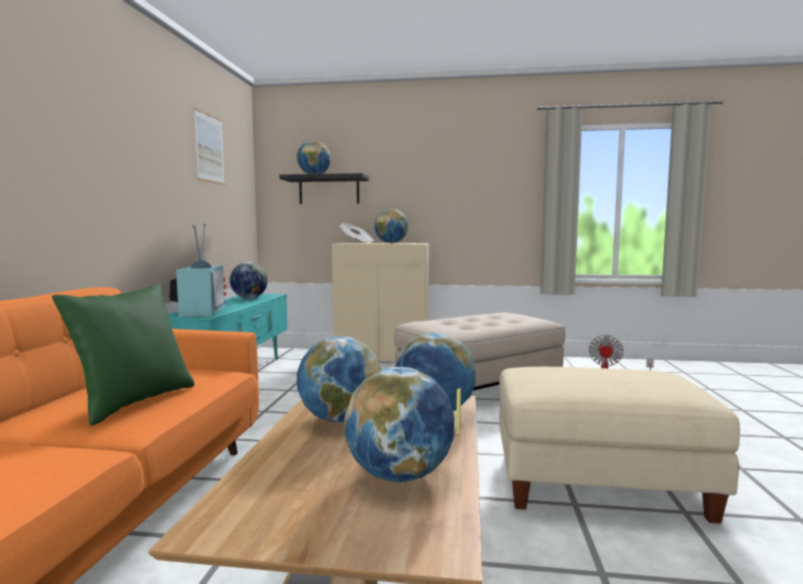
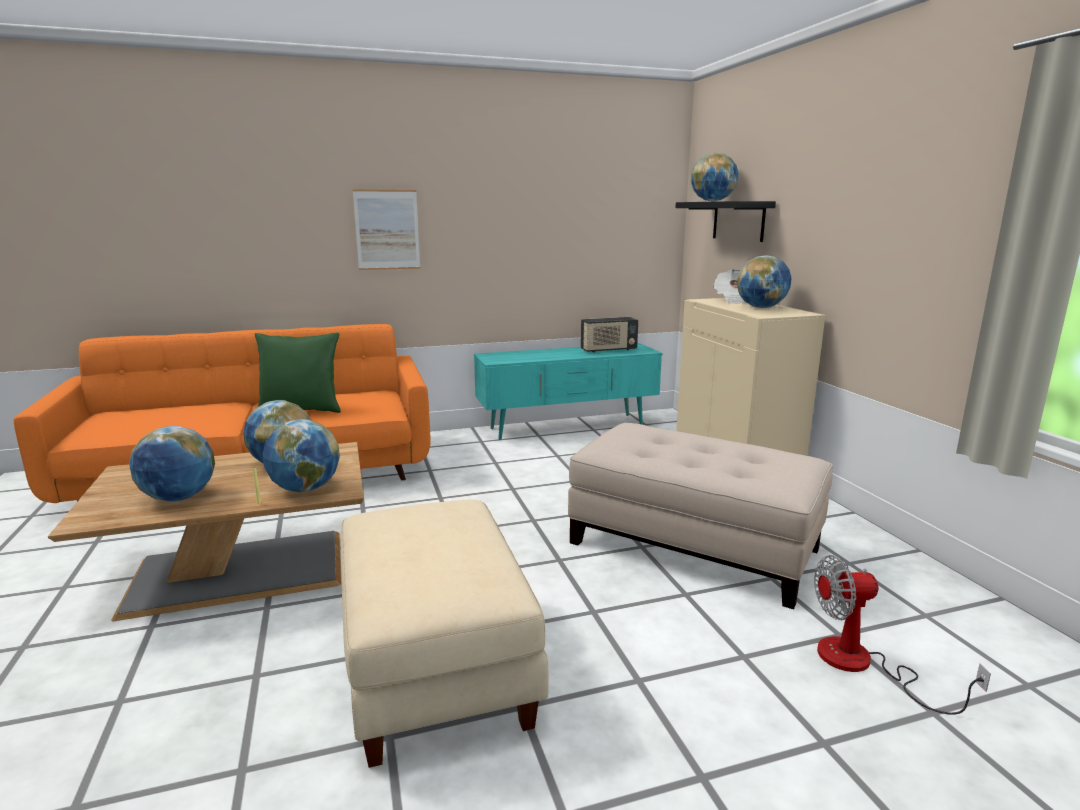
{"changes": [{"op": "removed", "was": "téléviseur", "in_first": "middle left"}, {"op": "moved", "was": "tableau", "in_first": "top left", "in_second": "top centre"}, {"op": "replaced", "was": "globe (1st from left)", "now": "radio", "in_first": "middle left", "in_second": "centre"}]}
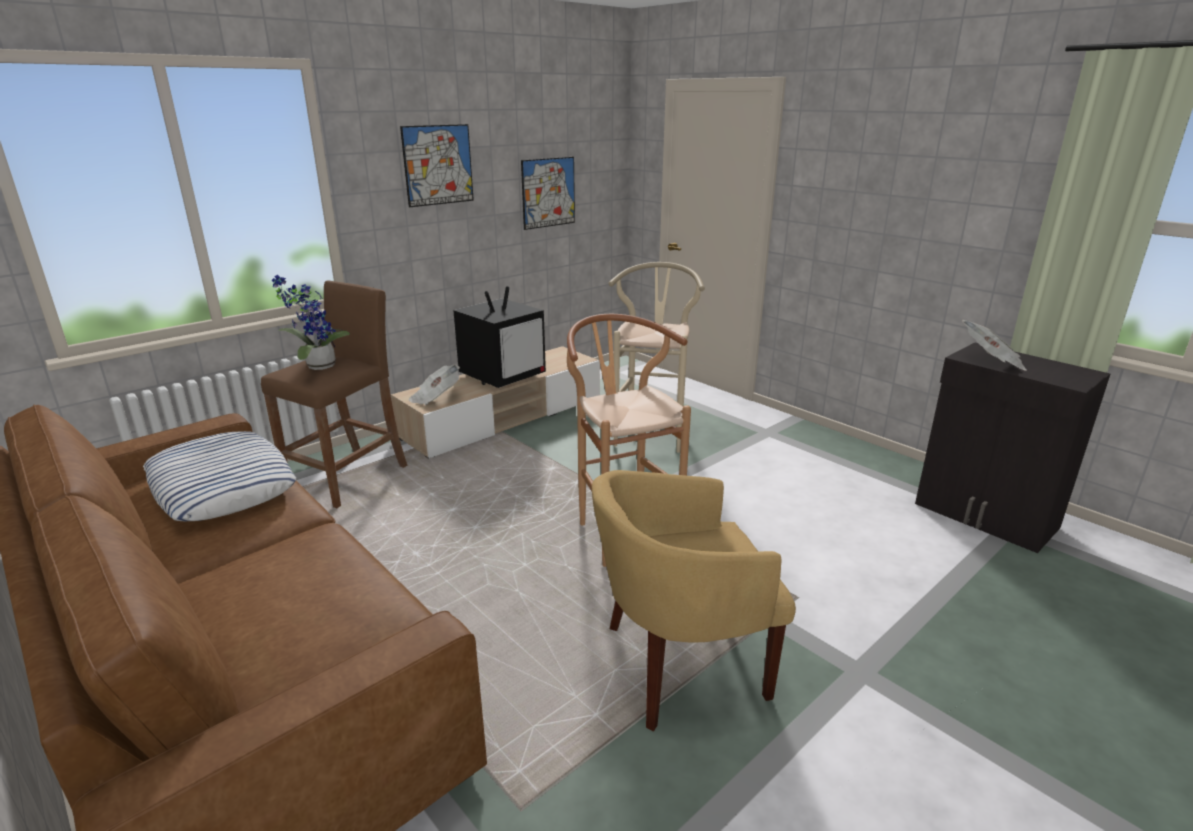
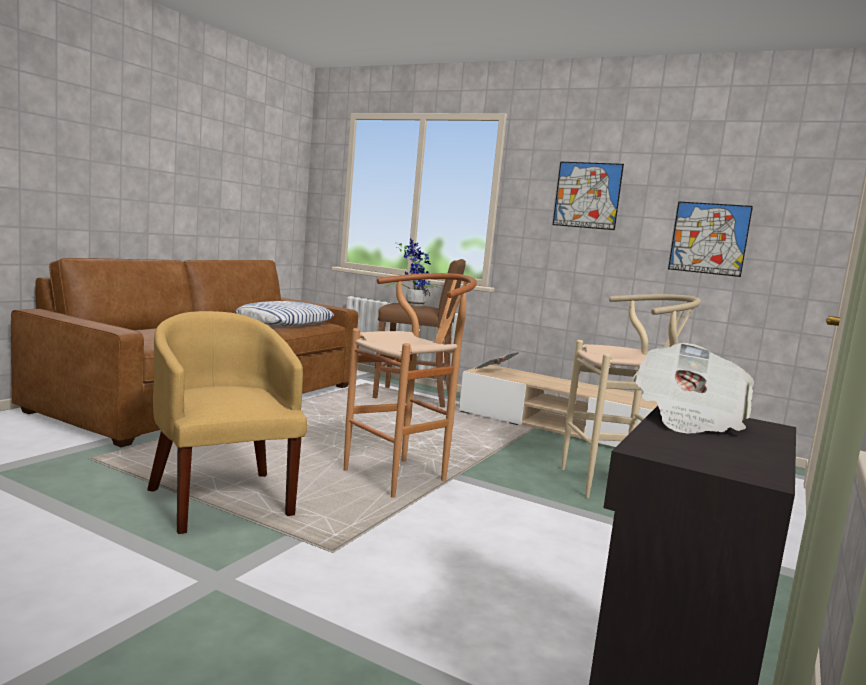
{"changes": [{"op": "removed", "was": "téléviseur", "in_first": "centre"}]}
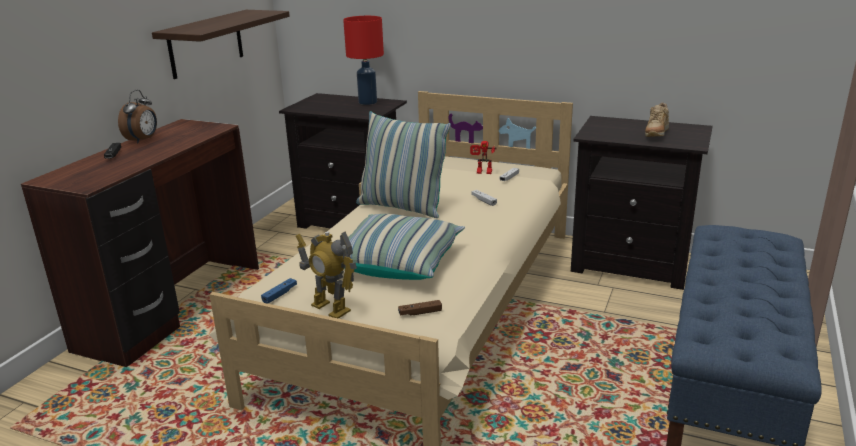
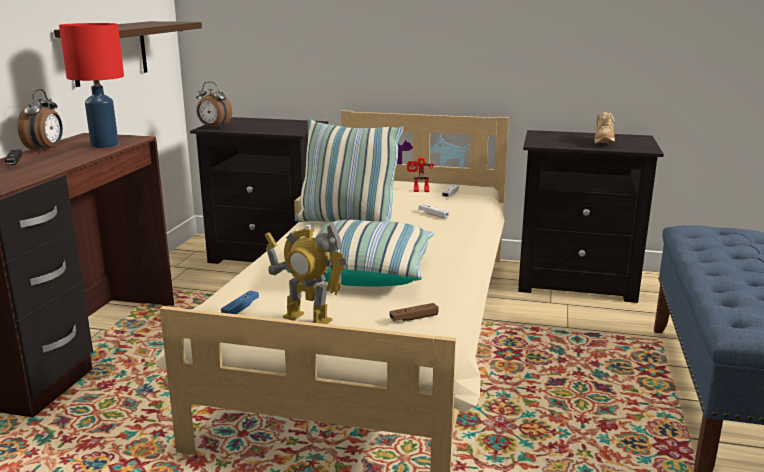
{"changes": [{"op": "moved", "was": "lampe de table (rouge)", "in_first": "top centre", "in_second": "top left"}, {"op": "added", "now": "réveil (2nd from left)", "in_second": "top left"}]}
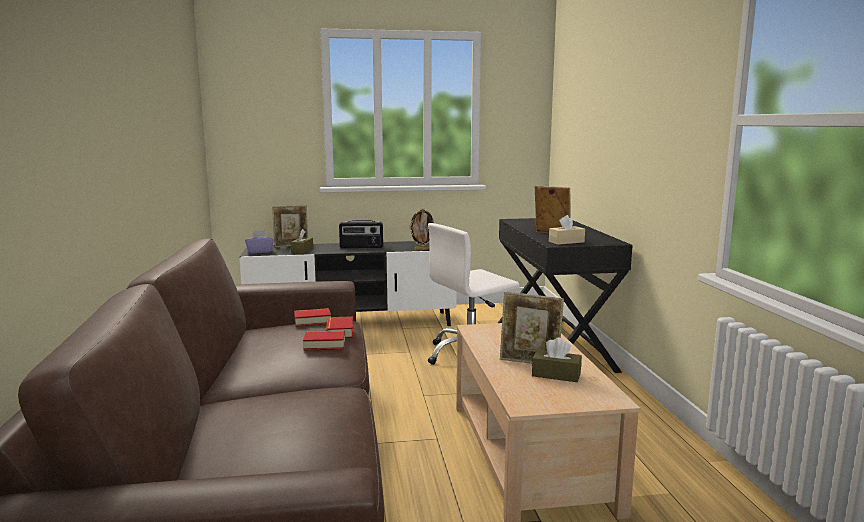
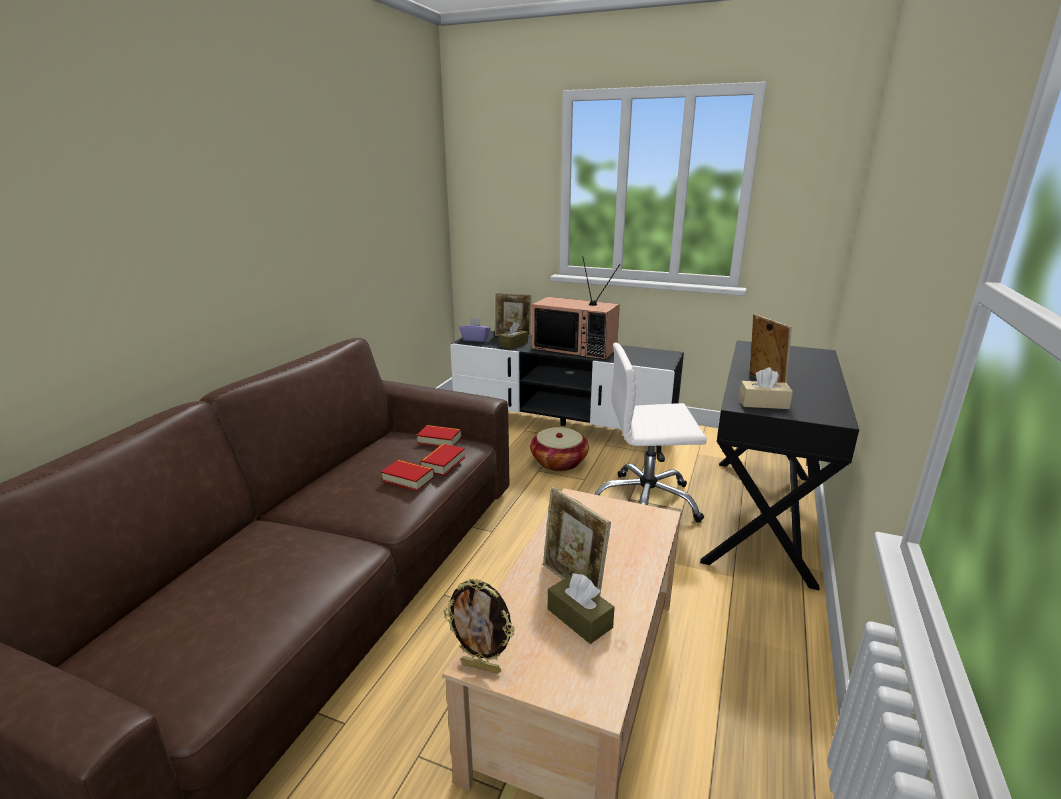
{"changes": [{"op": "replaced", "was": "radio", "now": "téléviseur", "in_first": "centre", "in_second": "centre"}, {"op": "moved", "was": "cadre photo (2nd from left in the first image)", "now": "cadre photo (1st from left)", "in_first": "centre", "in_second": "bottom centre"}, {"op": "added", "now": "panier", "in_second": "centre"}]}
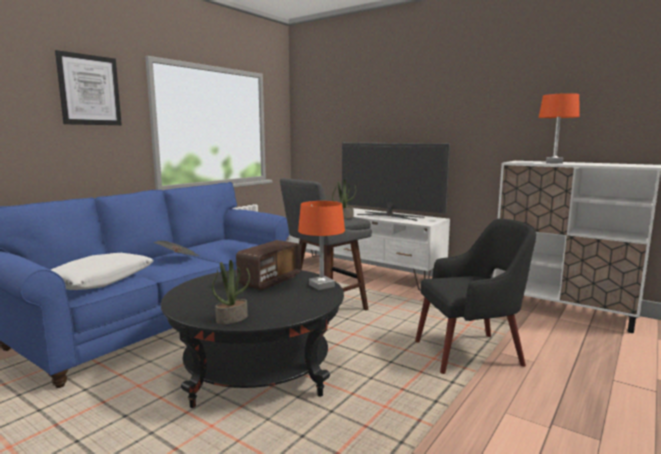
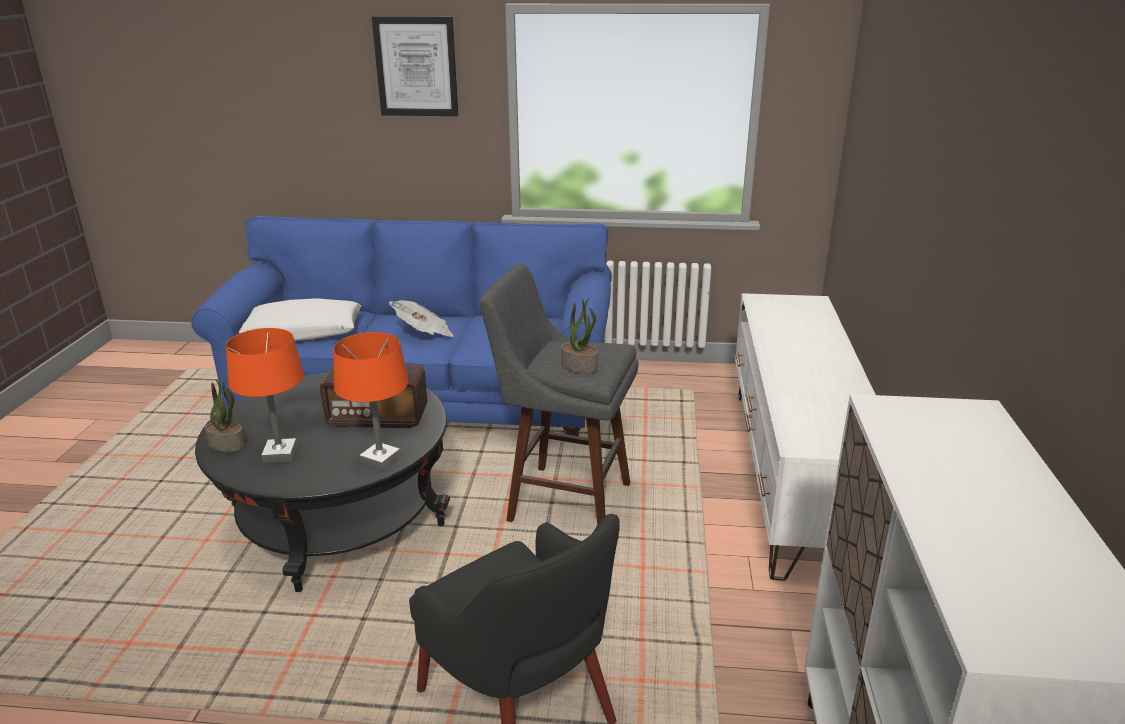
{"changes": [{"op": "removed", "was": "téléviseur", "in_first": "centre"}, {"op": "moved", "was": "lampe de table (orange) (2nd from left in the first image)", "now": "lampe de table (orange) (1st from left)", "in_first": "top right", "in_second": "middle left"}]}
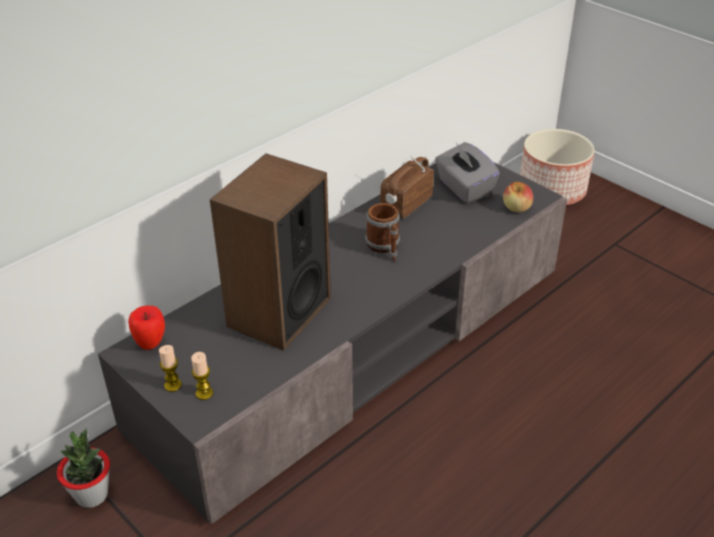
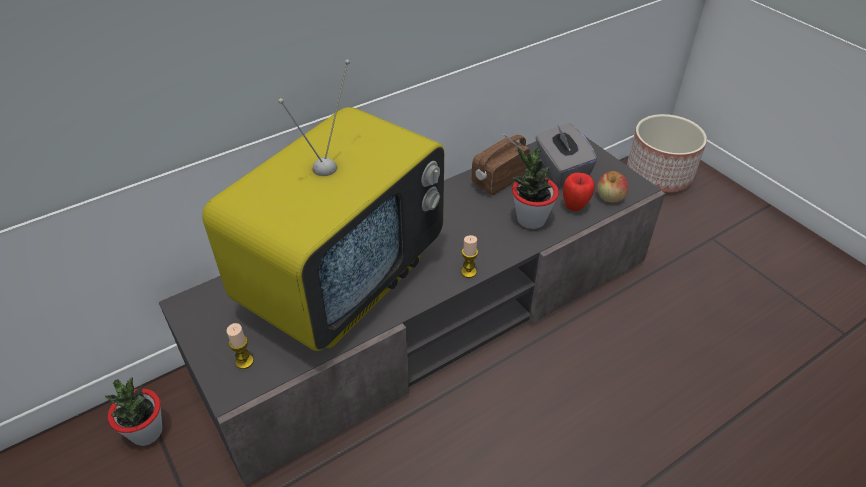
{"changes": [{"op": "moved", "was": "pomme (1st from left)", "in_first": "middle left", "in_second": "middle right"}, {"op": "moved", "was": "bougie (1st from left in the first image)", "now": "bougie (2nd from left)", "in_first": "bottom left", "in_second": "centre"}, {"op": "replaced", "was": "enceinte", "now": "téléviseur", "in_first": "centre", "in_second": "centre"}, {"op": "removed", "was": "mug", "in_first": "centre"}, {"op": "added", "now": "plante en pot (2nd from left)", "in_second": "centre"}]}
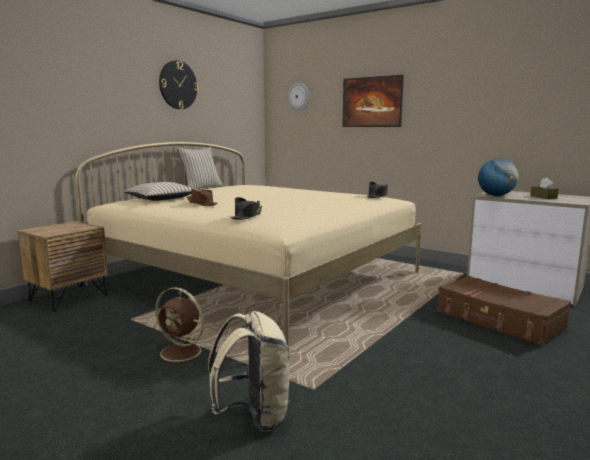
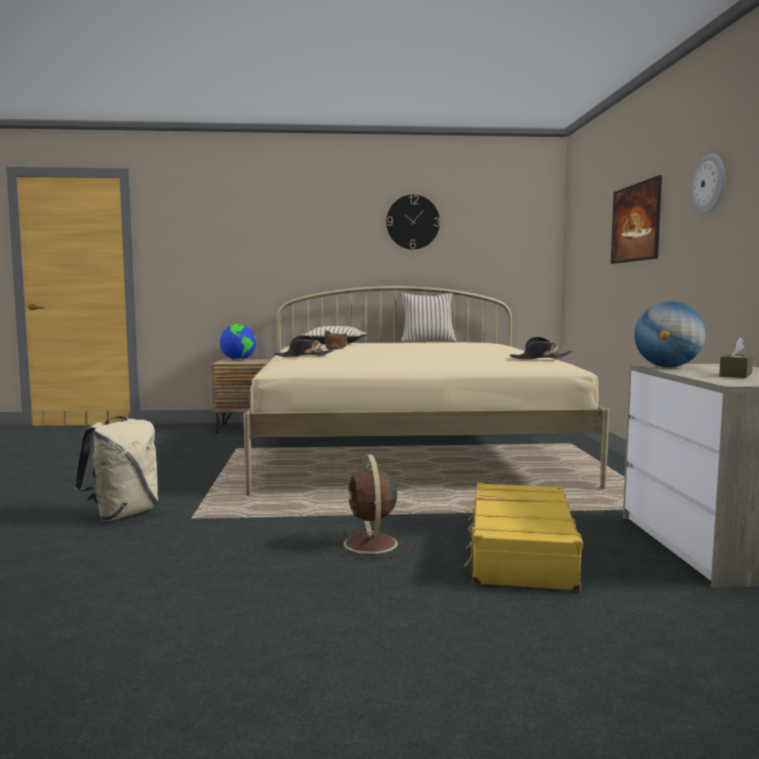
{"changes": [{"op": "moved", "was": "ventilateur (marron)", "in_first": "bottom left", "in_second": "bottom centre"}, {"op": "moved", "was": "horloge murale (2nd from left)", "in_first": "top centre", "in_second": "top right"}, {"op": "recoloured", "was": "valise (marron)", "now": "valise (jaune)", "in_first": "bottom right", "in_second": "bottom right"}, {"op": "added", "now": "globe (1st from left)", "in_second": "middle left"}]}
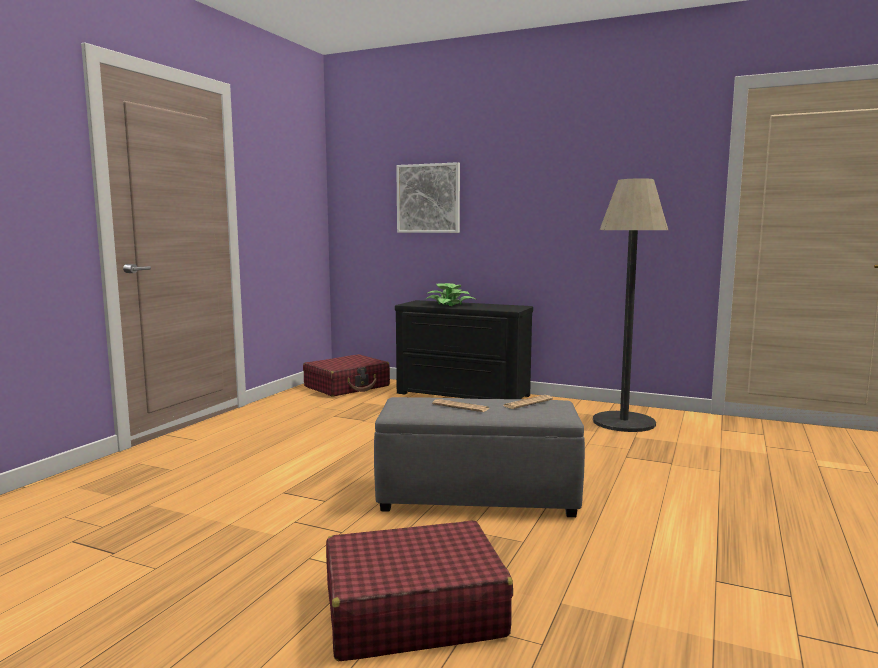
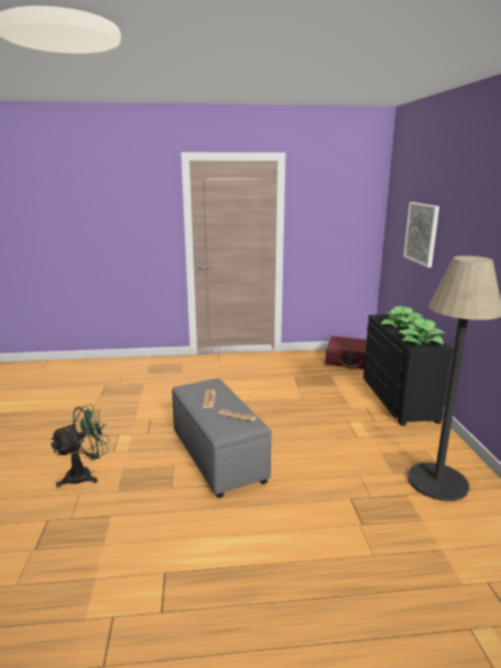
{"changes": [{"op": "replaced", "was": "valise (rouge) (2nd from left)", "now": "ventilateur (vert)", "in_first": "bottom centre", "in_second": "bottom left"}, {"op": "added", "now": "plante en pot (2nd from left)", "in_second": "middle right"}]}
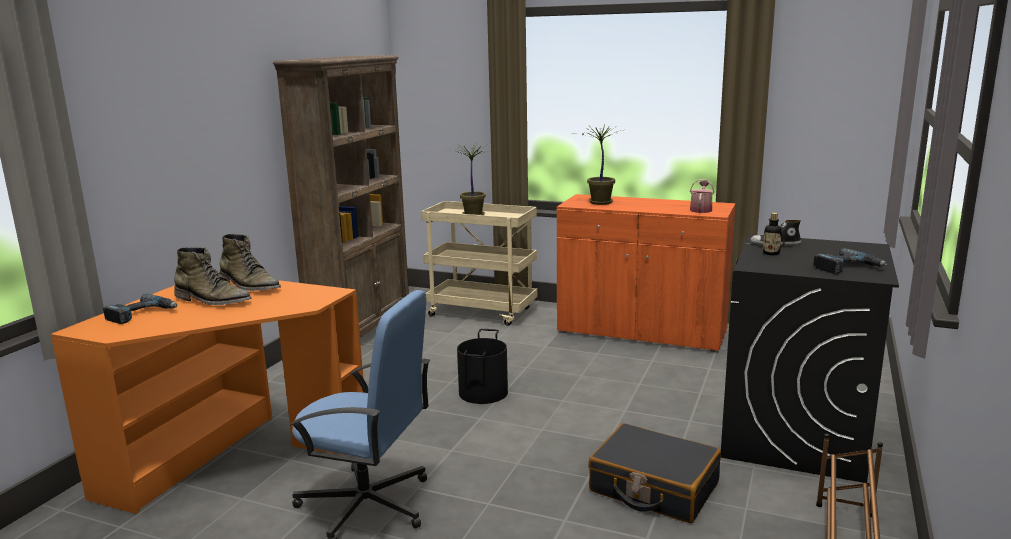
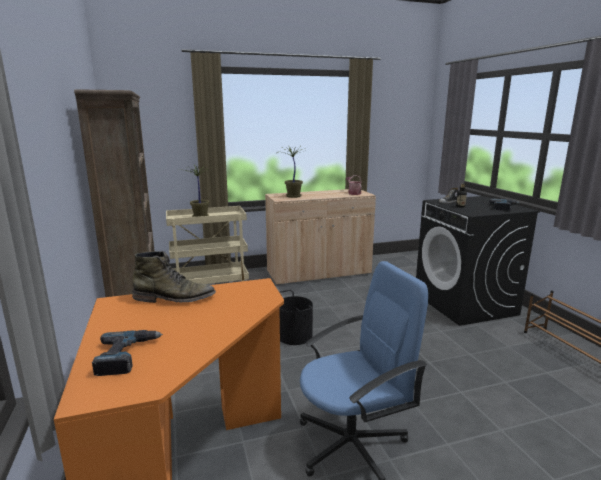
{"changes": [{"op": "removed", "was": "botte (vert) (1st from left)", "in_first": "middle left"}, {"op": "recoloured", "was": "meuble de rangement (orange)", "now": "meuble de rangement (beige)", "in_first": "centre", "in_second": "centre"}, {"op": "removed", "was": "valise (noir)", "in_first": "bottom centre"}]}
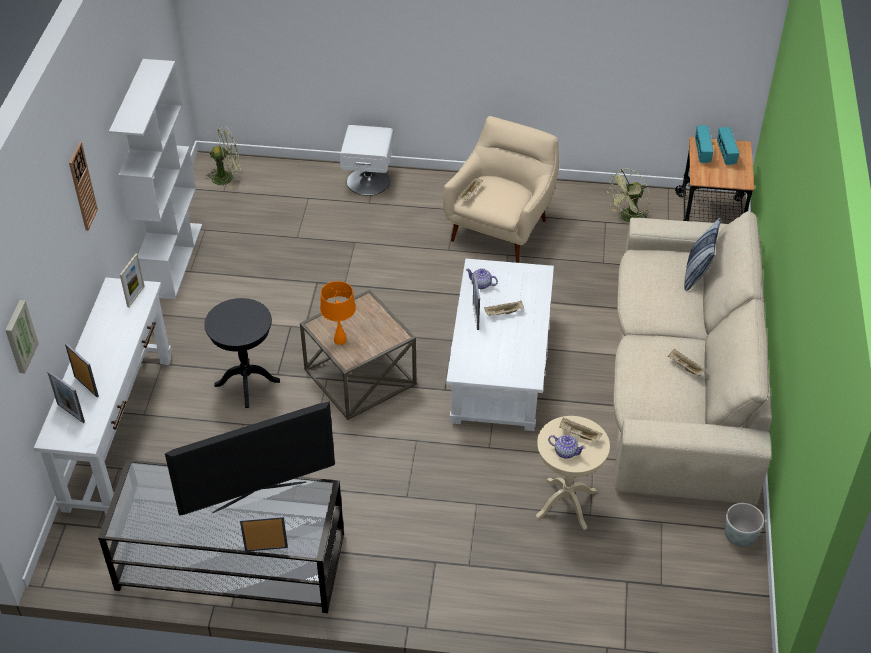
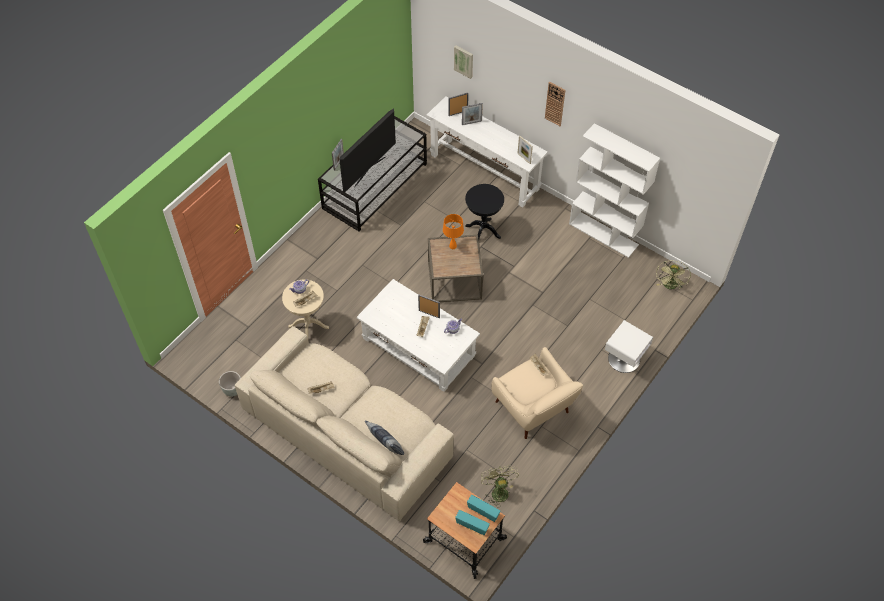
{"changes": [{"op": "turned", "was": "téléviseur", "in_first": "bottom left", "in_second": "top centre", "clockwise": -150}]}
